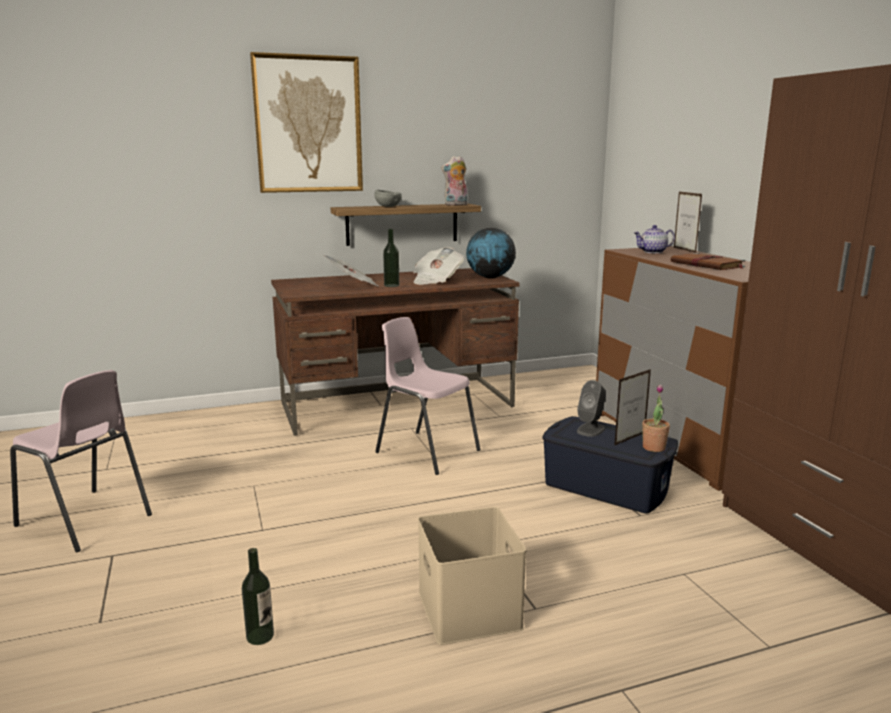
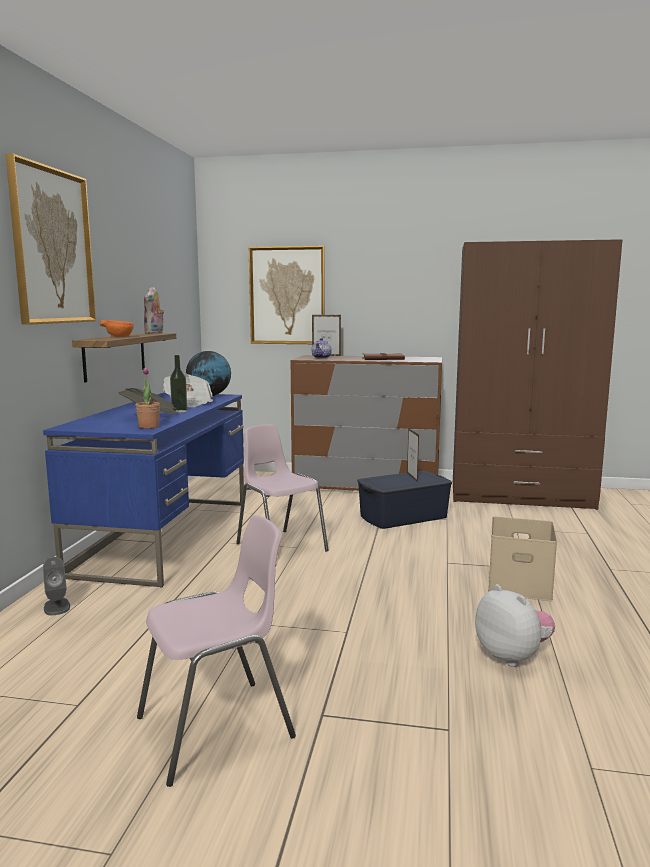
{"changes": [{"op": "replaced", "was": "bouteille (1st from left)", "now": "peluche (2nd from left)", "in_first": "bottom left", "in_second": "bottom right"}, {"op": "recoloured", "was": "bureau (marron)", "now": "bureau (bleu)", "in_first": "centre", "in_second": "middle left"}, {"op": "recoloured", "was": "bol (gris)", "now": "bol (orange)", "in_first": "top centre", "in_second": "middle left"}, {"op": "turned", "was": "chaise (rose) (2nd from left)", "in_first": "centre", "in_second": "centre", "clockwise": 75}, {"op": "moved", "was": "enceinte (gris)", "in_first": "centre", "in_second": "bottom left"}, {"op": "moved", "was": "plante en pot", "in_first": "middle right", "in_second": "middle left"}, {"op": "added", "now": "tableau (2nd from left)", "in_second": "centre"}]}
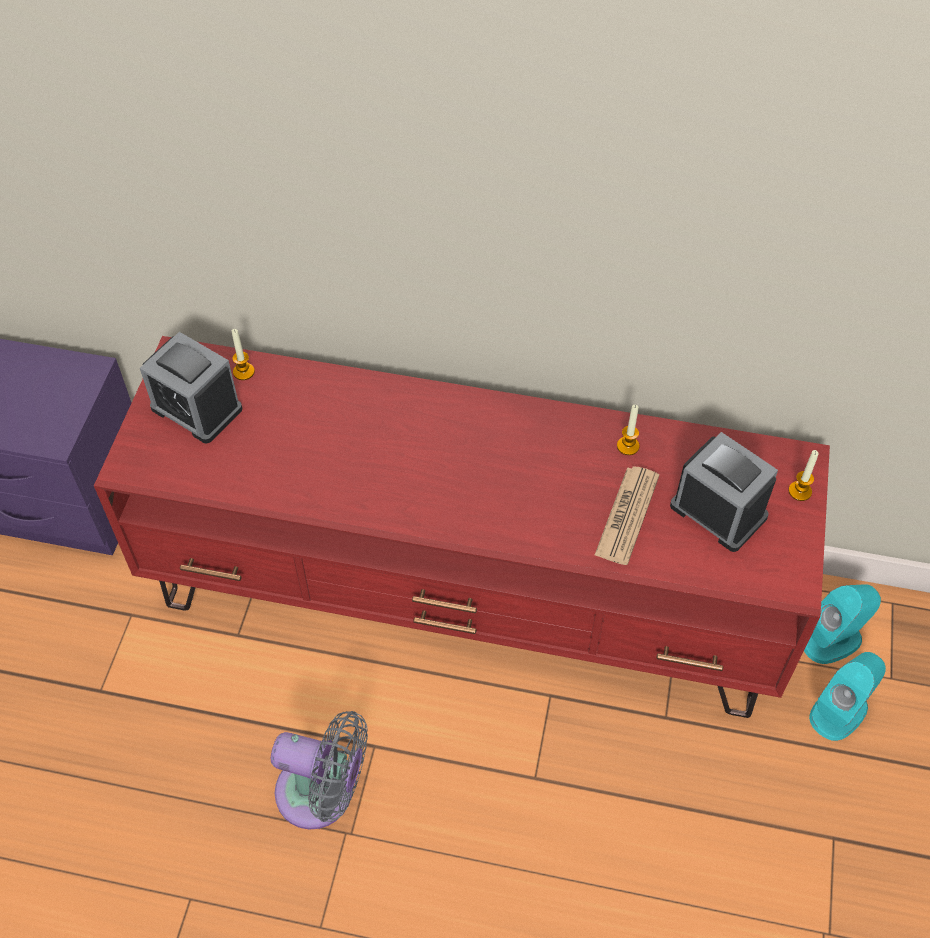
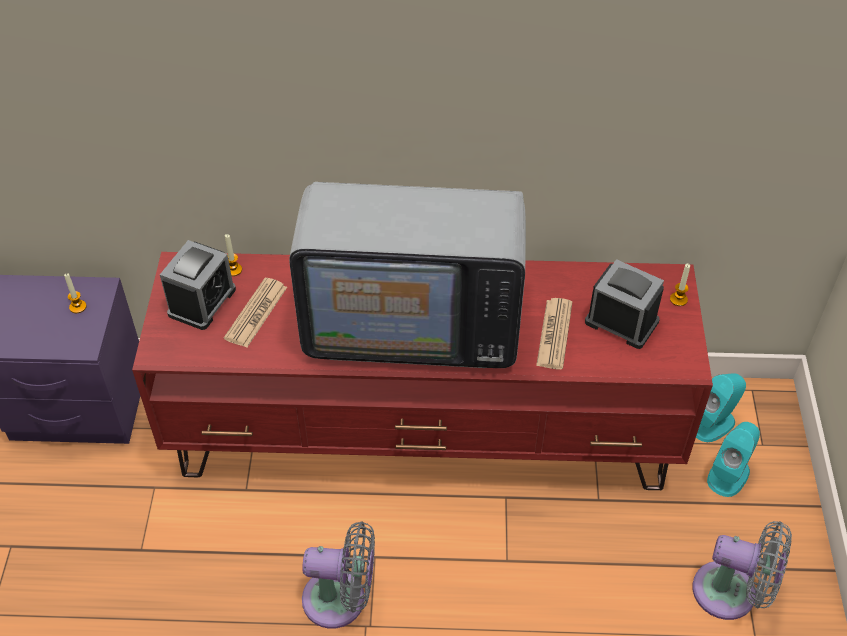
{"changes": [{"op": "turned", "was": "réveil (1st from left)", "in_first": "middle left", "in_second": "middle left", "clockwise": -90}, {"op": "moved", "was": "bougie (2nd from left in the first image)", "now": "bougie (1st from left)", "in_first": "middle right", "in_second": "middle left"}, {"op": "added", "now": "journal (1st from left)", "in_second": "middle left"}, {"op": "added", "now": "téléviseur", "in_second": "centre"}, {"op": "added", "now": "ventilateur (gris) (2nd from left)", "in_second": "bottom right"}]}
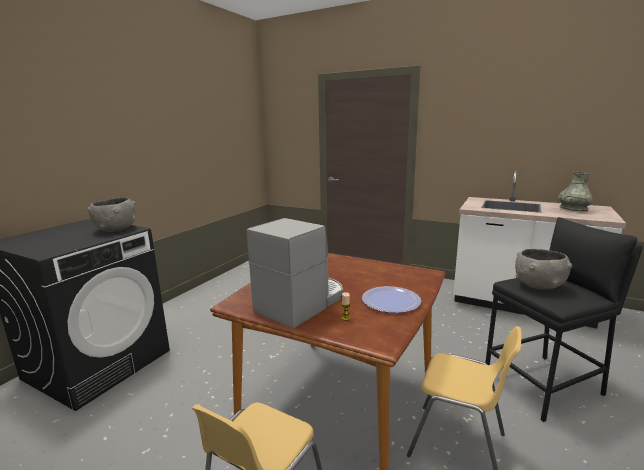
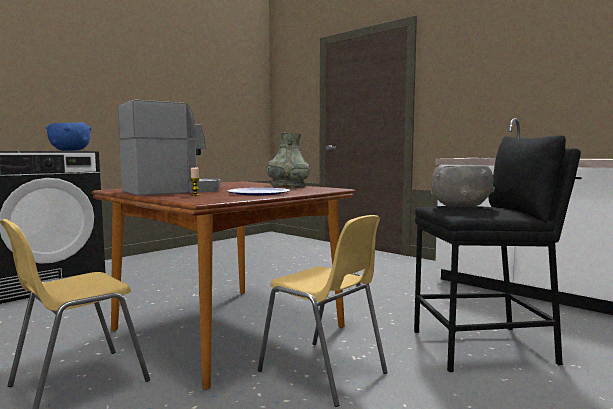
{"changes": [{"op": "recoloured", "was": "bol (gris) (1st from left)", "now": "bol (bleu)", "in_first": "middle left", "in_second": "top left"}, {"op": "moved", "was": "vase (gris)", "in_first": "middle right", "in_second": "centre"}]}
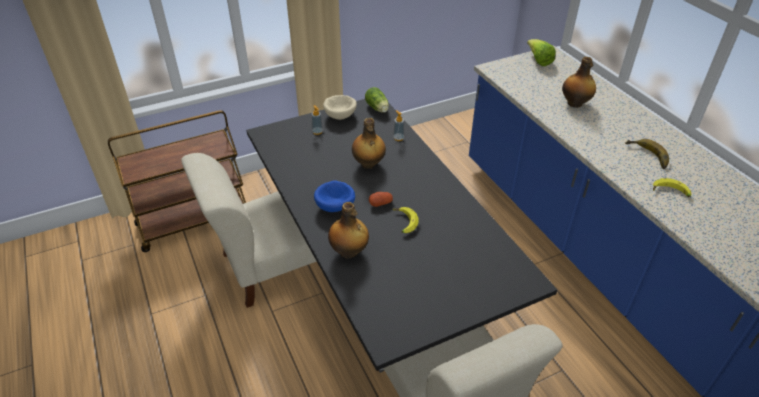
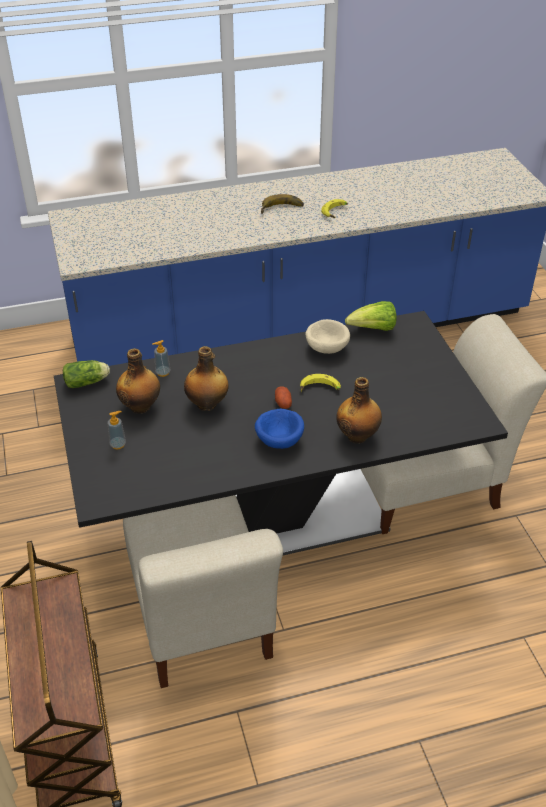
{"changes": [{"op": "moved", "was": "bol (beige)", "in_first": "top centre", "in_second": "centre"}, {"op": "moved", "was": "laitue (2nd from left)", "in_first": "top right", "in_second": "middle right"}, {"op": "moved", "was": "bouteille (3rd from left in the first image)", "now": "bouteille (1st from left)", "in_first": "top right", "in_second": "middle left"}]}
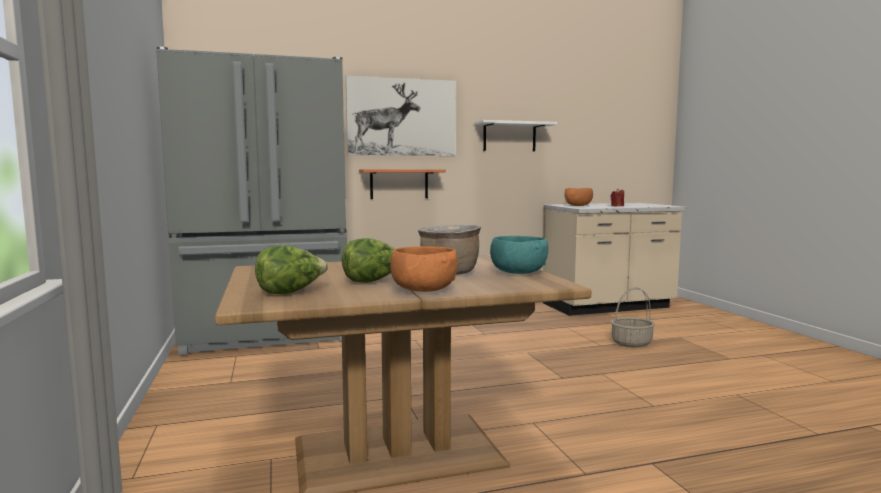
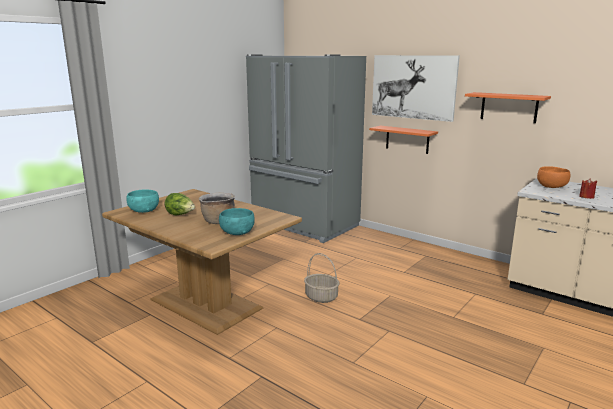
{"changes": [{"op": "replaced", "was": "laitue (1st from left)", "now": "bol (turquoise) (1st from left)", "in_first": "middle left", "in_second": "middle left"}, {"op": "removed", "was": "bol (orange) (1st from left)", "in_first": "centre"}, {"op": "recoloured", "was": "étagère (blanc)", "now": "étagère (orange) (2nd from left)", "in_first": "top centre", "in_second": "top right"}, {"op": "moved", "was": "panier", "in_first": "middle right", "in_second": "bottom centre"}]}
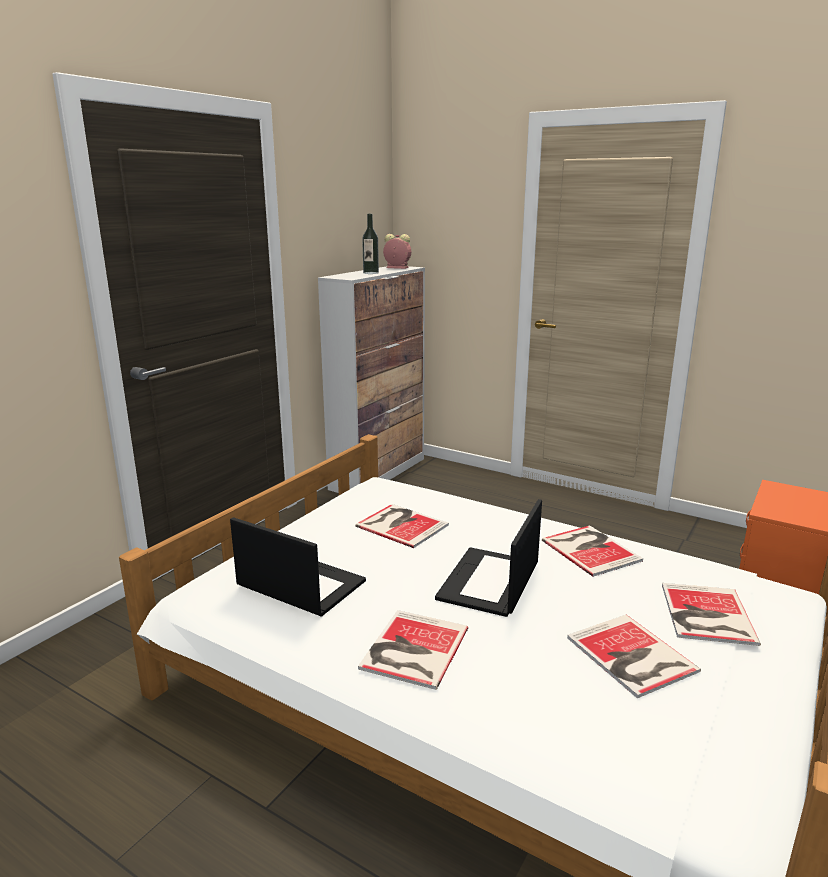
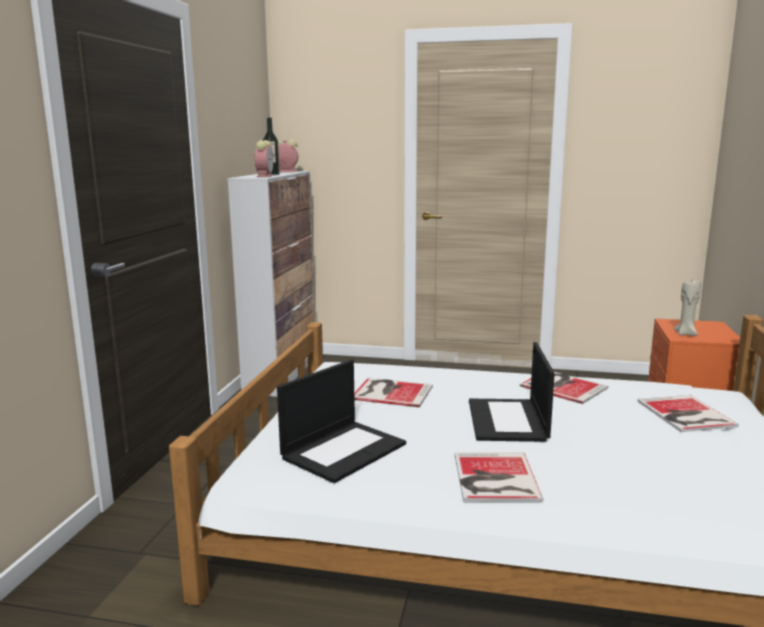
{"changes": [{"op": "turned", "was": "ordinateur portable (1st from left)", "in_first": "centre", "in_second": "bottom centre", "clockwise": 120}, {"op": "removed", "was": "livre (4th from left)", "in_first": "bottom right"}, {"op": "added", "now": "réveil (1st from left)", "in_second": "top centre"}, {"op": "added", "now": "bougie (beige)", "in_second": "middle right"}]}
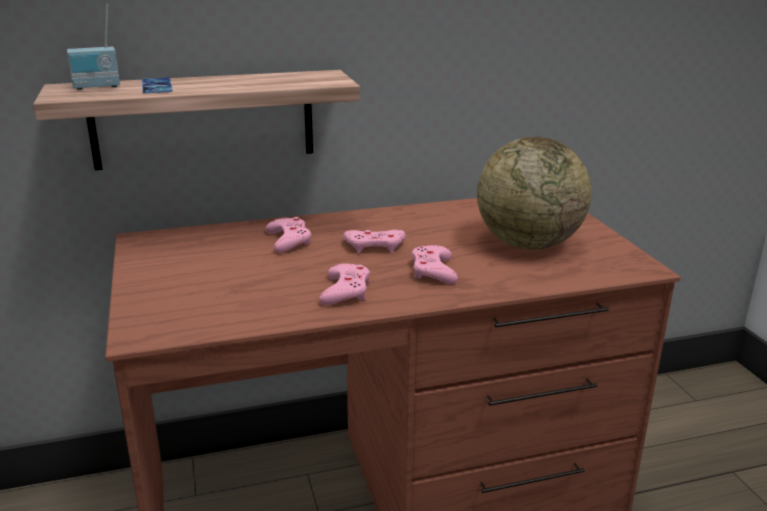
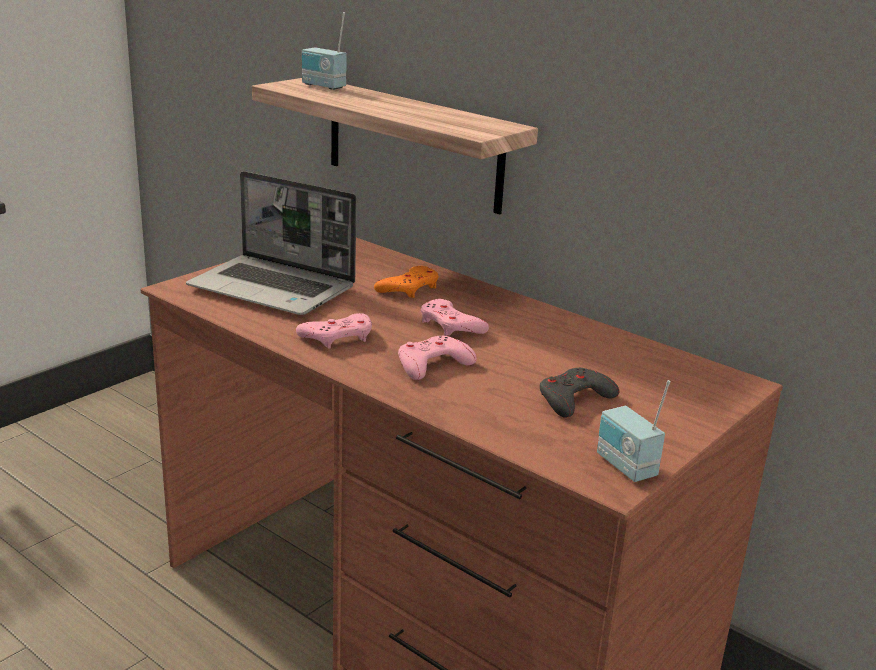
{"changes": [{"op": "removed", "was": "téléphone", "in_first": "top left"}, {"op": "recoloured", "was": "manette (rose) (1st from left)", "now": "manette (orange)", "in_first": "centre", "in_second": "centre"}, {"op": "replaced", "was": "globe", "now": "manette (gris)", "in_first": "middle right", "in_second": "centre"}, {"op": "added", "now": "ordinateur portable", "in_second": "middle left"}, {"op": "added", "now": "radio (2nd from left)", "in_second": "middle right"}]}
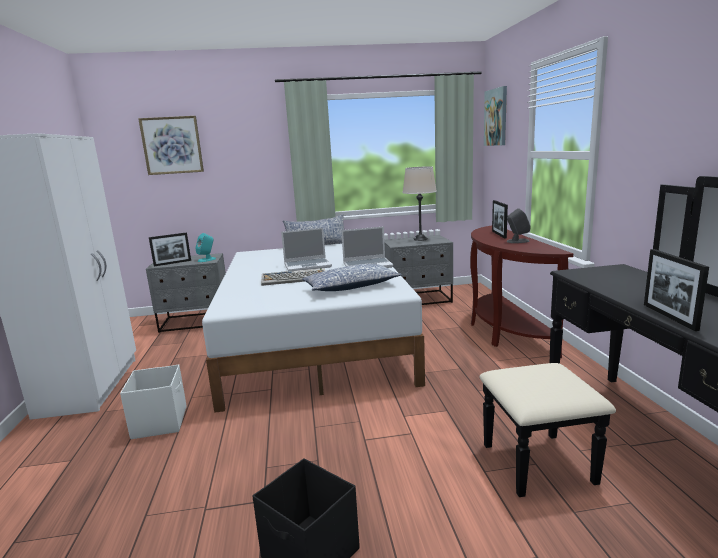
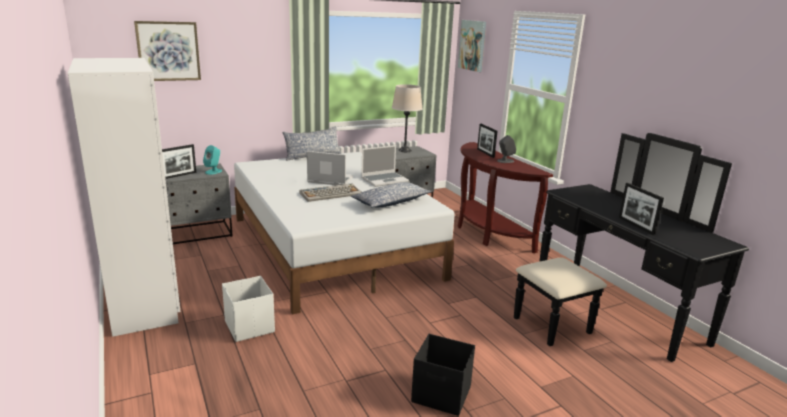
{"changes": [{"op": "turned", "was": "ordinateur portable (1st from left)", "in_first": "centre", "in_second": "centre", "clockwise": -135}]}
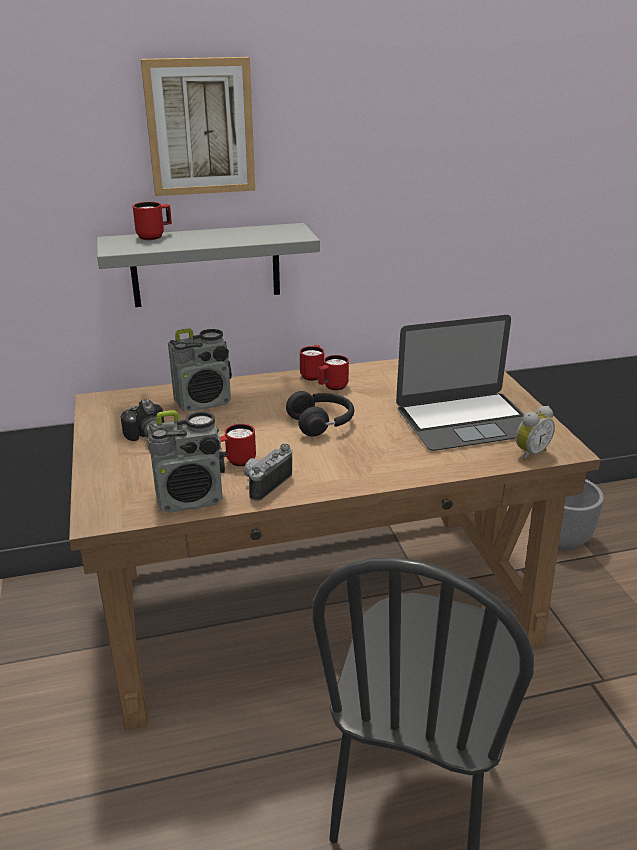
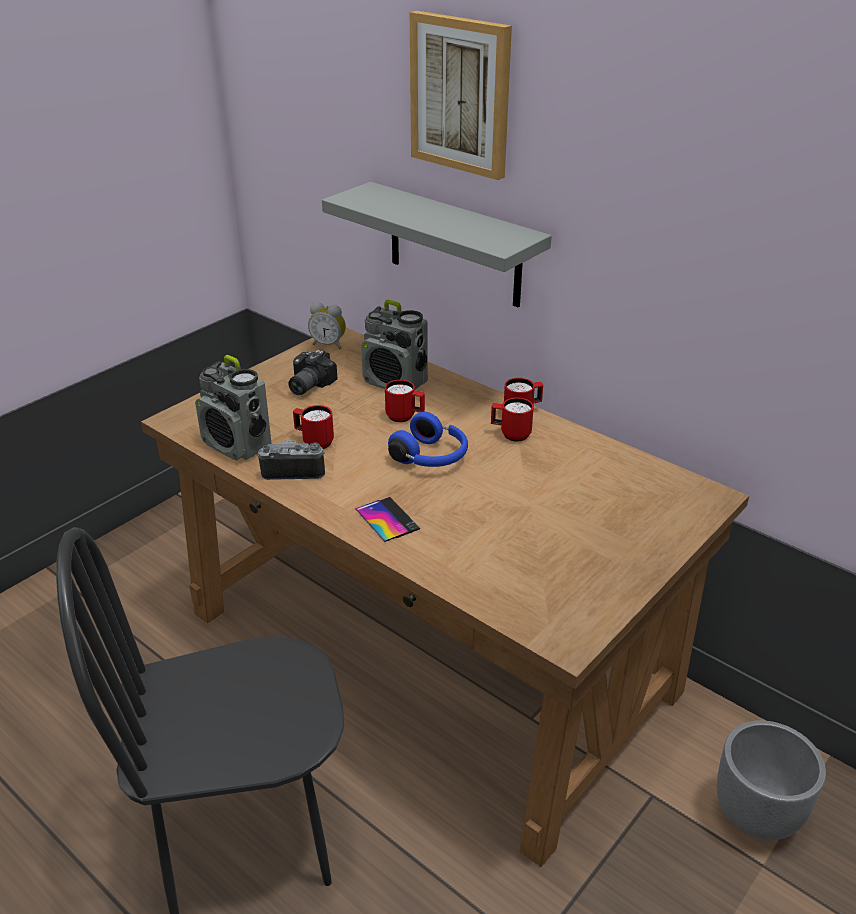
{"changes": [{"op": "moved", "was": "mug (rouge) (1st from left in the first image)", "now": "mug (rouge) (2nd from left)", "in_first": "top left", "in_second": "centre"}, {"op": "recoloured", "was": "casque audio (noir)", "now": "casque audio (bleu)", "in_first": "centre", "in_second": "centre"}, {"op": "removed", "was": "ordinateur portable", "in_first": "middle right"}, {"op": "moved", "was": "réveil", "in_first": "middle right", "in_second": "centre"}, {"op": "added", "now": "téléphone", "in_second": "centre"}]}
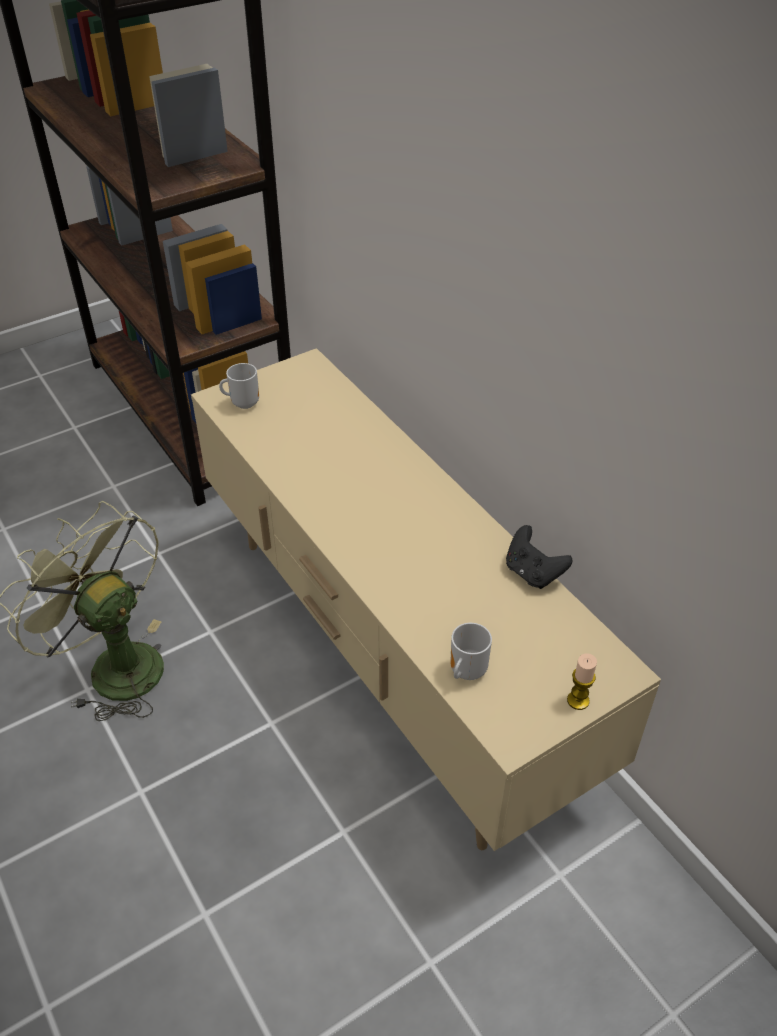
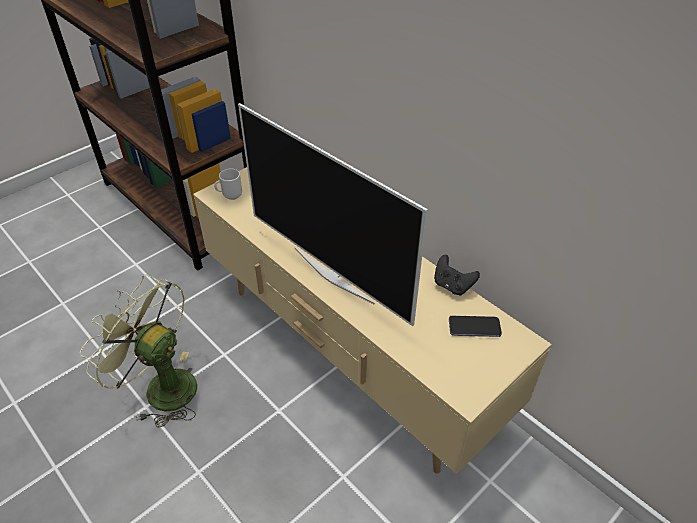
{"changes": [{"op": "removed", "was": "mug (2nd from left)", "in_first": "centre"}, {"op": "removed", "was": "bougie", "in_first": "middle right"}, {"op": "added", "now": "téléviseur", "in_second": "centre"}, {"op": "added", "now": "téléphone", "in_second": "middle right"}]}
